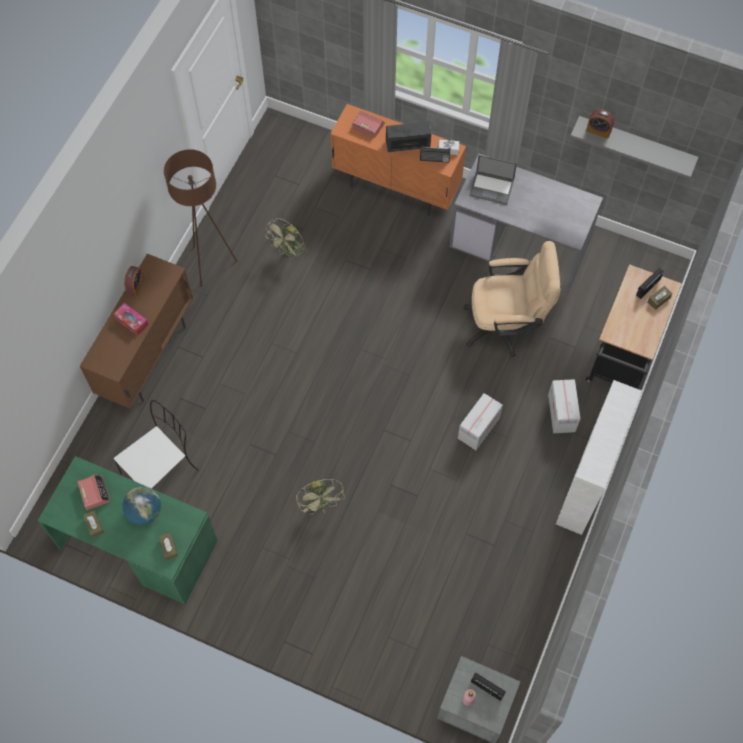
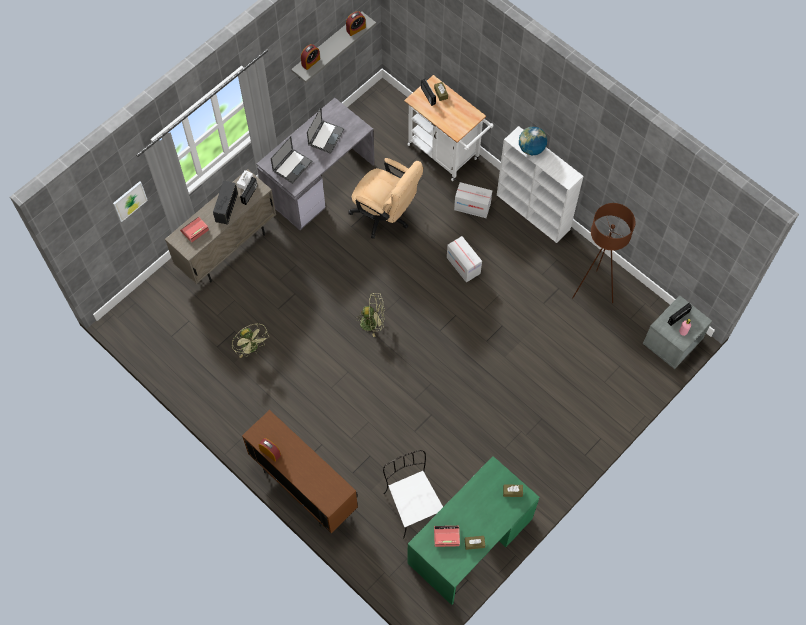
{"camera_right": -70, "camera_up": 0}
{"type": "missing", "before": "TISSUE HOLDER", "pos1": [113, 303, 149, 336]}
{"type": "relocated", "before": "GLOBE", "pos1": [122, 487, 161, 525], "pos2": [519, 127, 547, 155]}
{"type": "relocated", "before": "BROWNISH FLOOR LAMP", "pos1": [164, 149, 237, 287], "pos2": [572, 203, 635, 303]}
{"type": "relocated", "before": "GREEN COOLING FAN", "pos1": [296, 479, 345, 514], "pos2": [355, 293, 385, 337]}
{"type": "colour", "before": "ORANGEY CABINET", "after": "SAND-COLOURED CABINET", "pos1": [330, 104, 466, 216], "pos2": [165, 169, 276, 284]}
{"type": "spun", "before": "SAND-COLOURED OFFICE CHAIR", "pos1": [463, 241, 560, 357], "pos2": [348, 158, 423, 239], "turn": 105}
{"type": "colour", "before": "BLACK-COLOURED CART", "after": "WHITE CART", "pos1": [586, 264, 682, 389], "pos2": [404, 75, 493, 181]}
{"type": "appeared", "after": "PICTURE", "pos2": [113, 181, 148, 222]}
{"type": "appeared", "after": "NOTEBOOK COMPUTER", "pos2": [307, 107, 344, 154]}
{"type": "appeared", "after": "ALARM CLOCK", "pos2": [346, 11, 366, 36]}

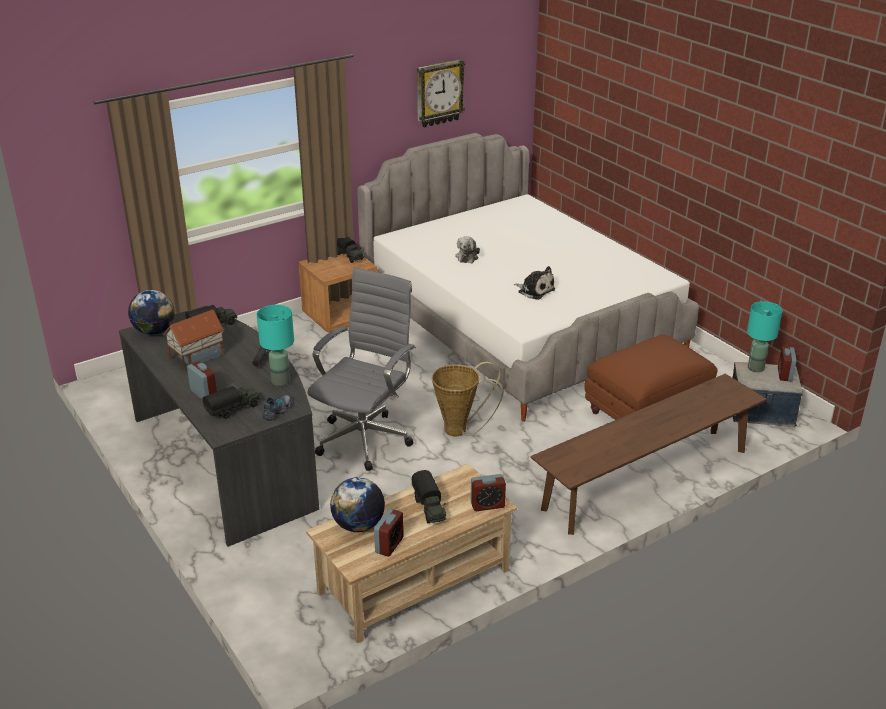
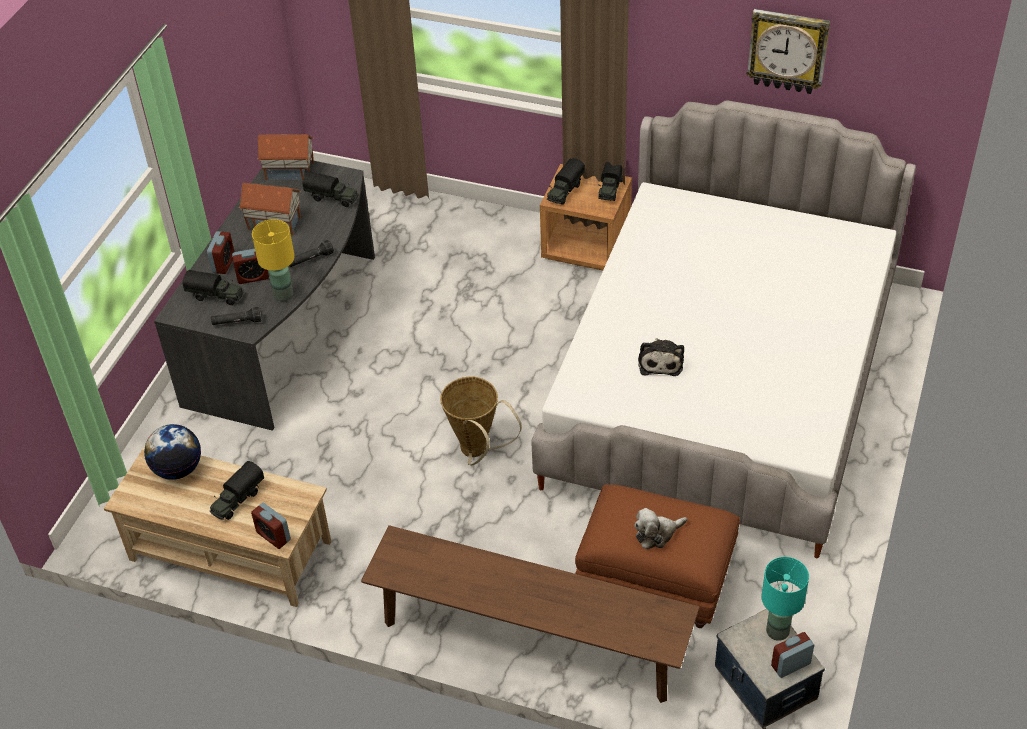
{"camera_right": 55, "camera_up": 15}
{"type": "exchanged", "before": "GLOBE", "after": "TOY HOUSE", "pos1": [128, 290, 175, 335], "pos2": [257, 134, 314, 180]}
{"type": "colour", "before": "TURQUOISE TABLETOP LAMP", "after": "YELLOW TABLETOP LAMP", "pos1": [257, 305, 294, 386], "pos2": [252, 219, 295, 301]}
{"type": "exchanged", "before": "ITEM OF FOOTWEAR", "after": "BLACK-COLOURED HAND TORCH", "pos1": [263, 395, 292, 421], "pos2": [211, 307, 262, 325]}
{"type": "missing", "before": "GRAY OFFICE CHAIR", "pos1": [307, 268, 416, 471]}
{"type": "relocated", "before": "ALARM CLOCK", "pos1": [374, 509, 404, 557], "pos2": [232, 249, 269, 284]}
{"type": "relocated", "before": "PLUSH TOY", "pos1": [455, 236, 480, 263], "pos2": [635, 508, 687, 549]}
{"type": "appeared", "after": "TOY LORRY", "pos2": [547, 158, 585, 205]}

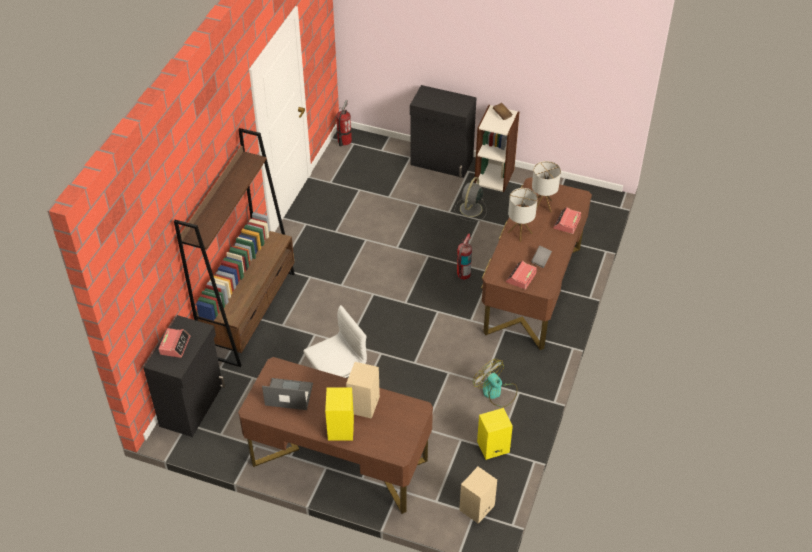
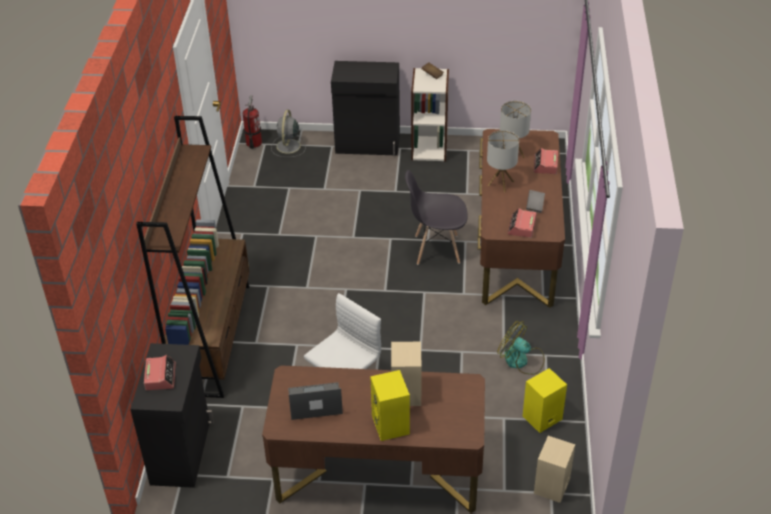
{"camera_right": -15, "camera_up": -5}
{"type": "relocated", "before": "GRAY COOLING FAN", "pos1": [454, 177, 487, 221], "pos2": [271, 110, 306, 157]}
{"type": "exchanged", "before": "EXTINGUISHER", "after": "GRAY CHAIR", "pos1": [457, 233, 472, 279], "pos2": [405, 170, 468, 265]}

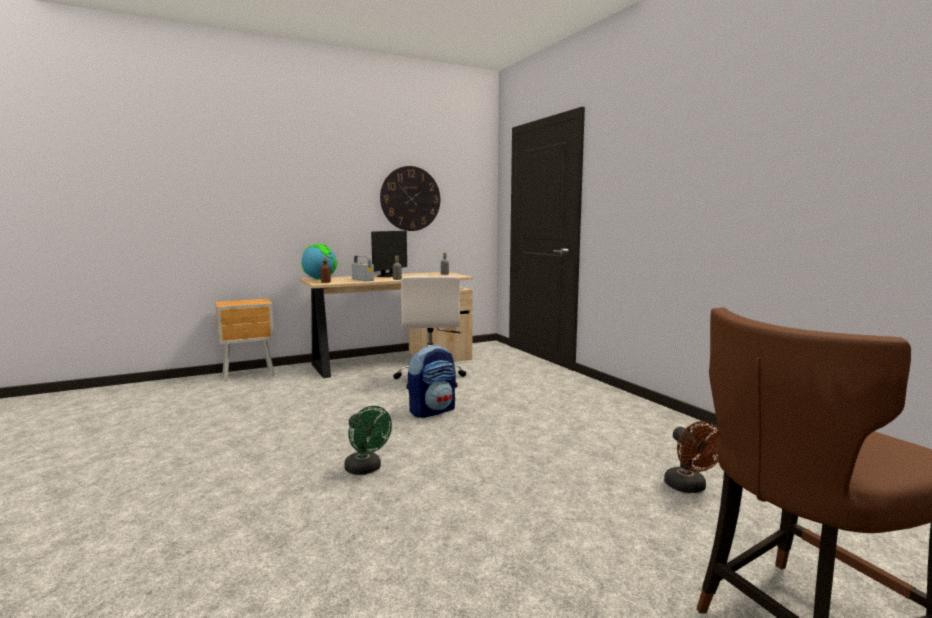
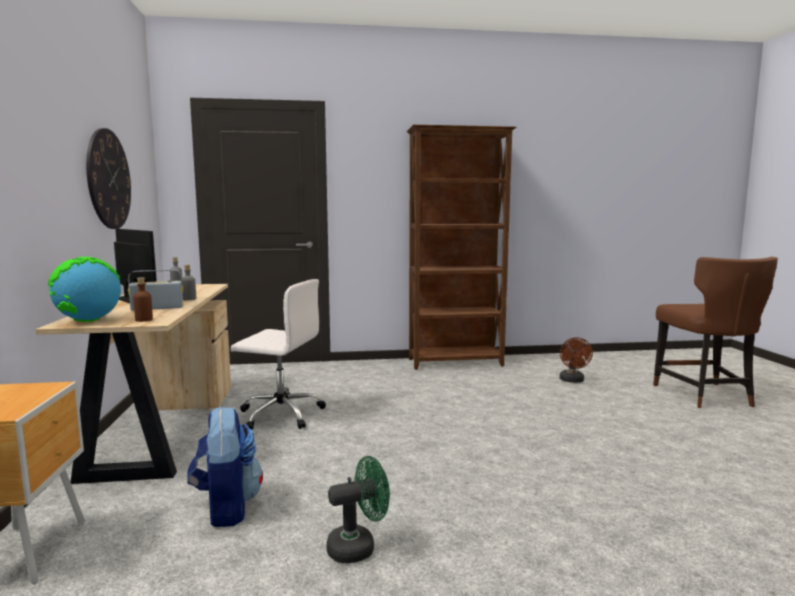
{"camera_right": -70, "camera_up": 0}
{"type": "relocated", "before": "GREEN COOLING FAN", "pos1": [344, 406, 392, 475], "pos2": [326, 456, 390, 563]}
{"type": "relocated", "before": "BACKPACK", "pos1": [408, 345, 456, 418], "pos2": [187, 406, 263, 527]}
{"type": "spun", "before": "BROWNISH COOLING FAN", "pos1": [664, 421, 719, 493], "pos2": [559, 337, 593, 383], "turn": 90}
{"type": "appeared", "after": "BROWNISH BOOKCASE", "pos2": [407, 125, 517, 370]}

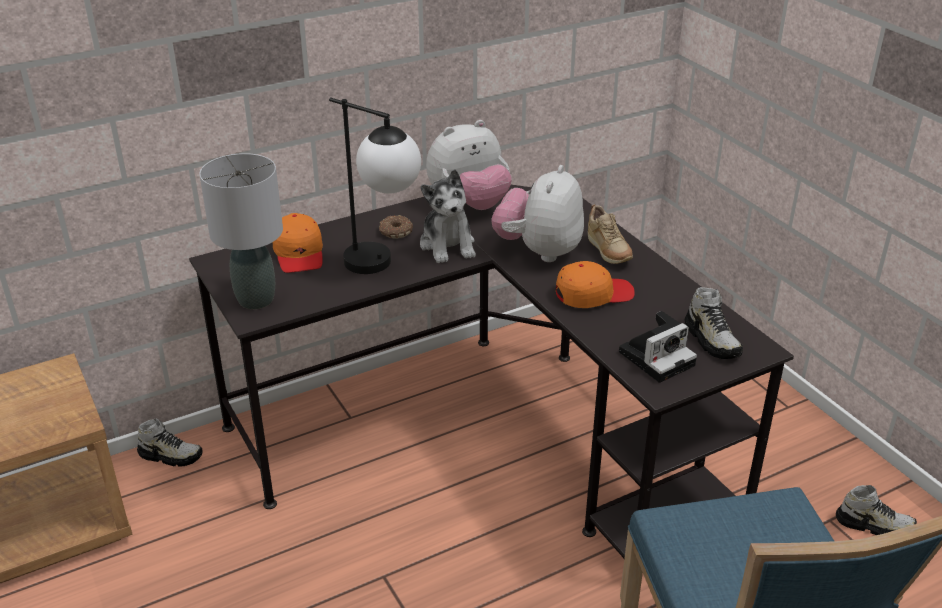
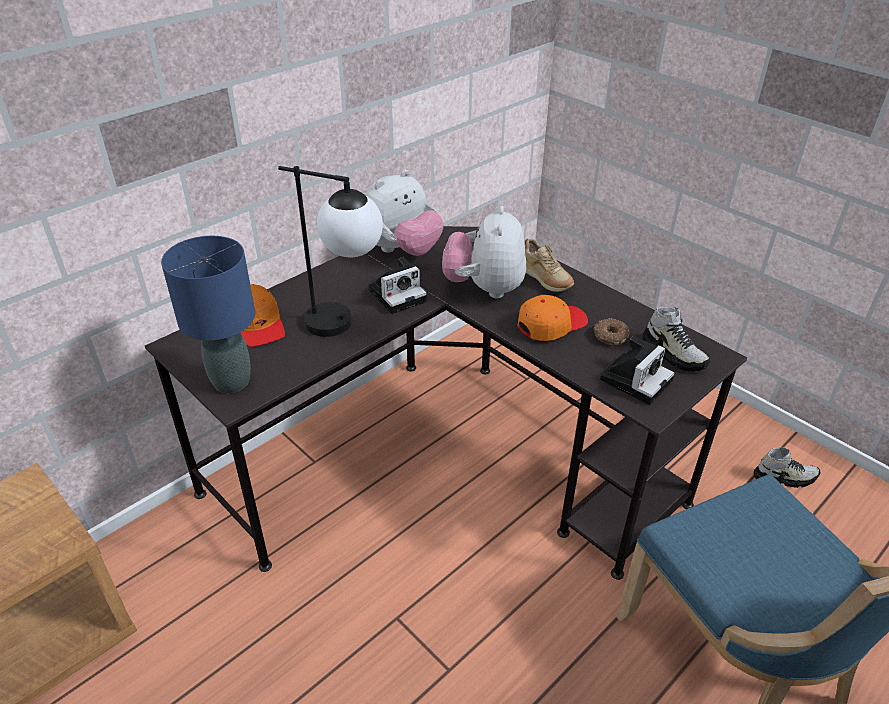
{"camera_right": -15, "camera_up": 5}
{"type": "missing", "before": "ITEM OF FOOTWEAR", "pos1": [137, 418, 203, 467]}
{"type": "colour", "before": "GRAY TABLETOP LAMP", "after": "BLUISH TABLETOP LAMP", "pos1": [199, 153, 283, 309], "pos2": [161, 236, 255, 393]}
{"type": "relocated", "before": "RING DOUGHNUT", "pos1": [379, 215, 413, 239], "pos2": [593, 318, 630, 345]}
{"type": "exchanged", "before": "PLUSH TOY", "after": "STILL CAMERA", "pos1": [420, 169, 476, 263], "pos2": [368, 257, 427, 314]}

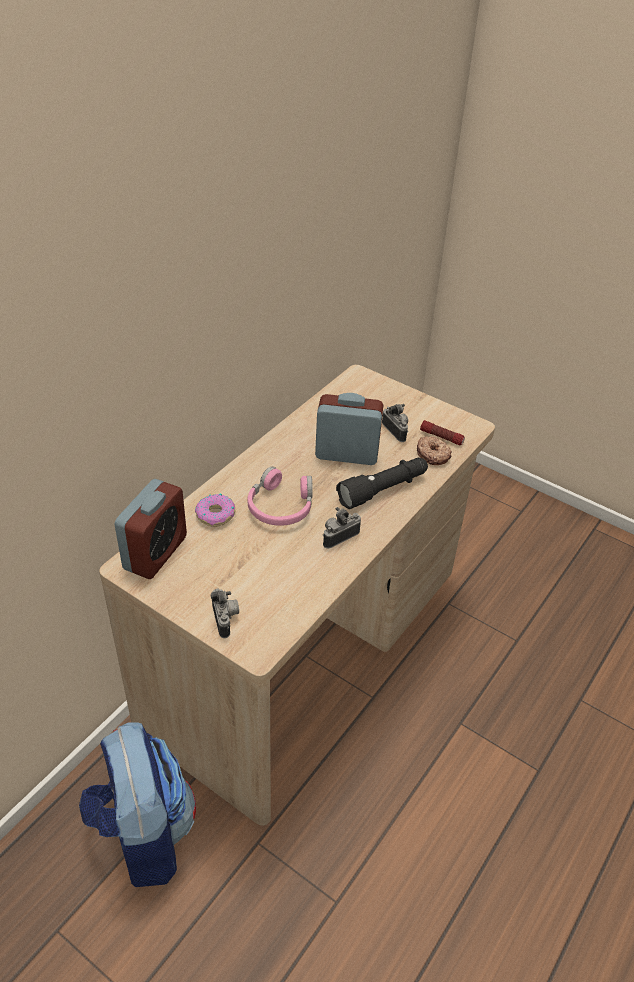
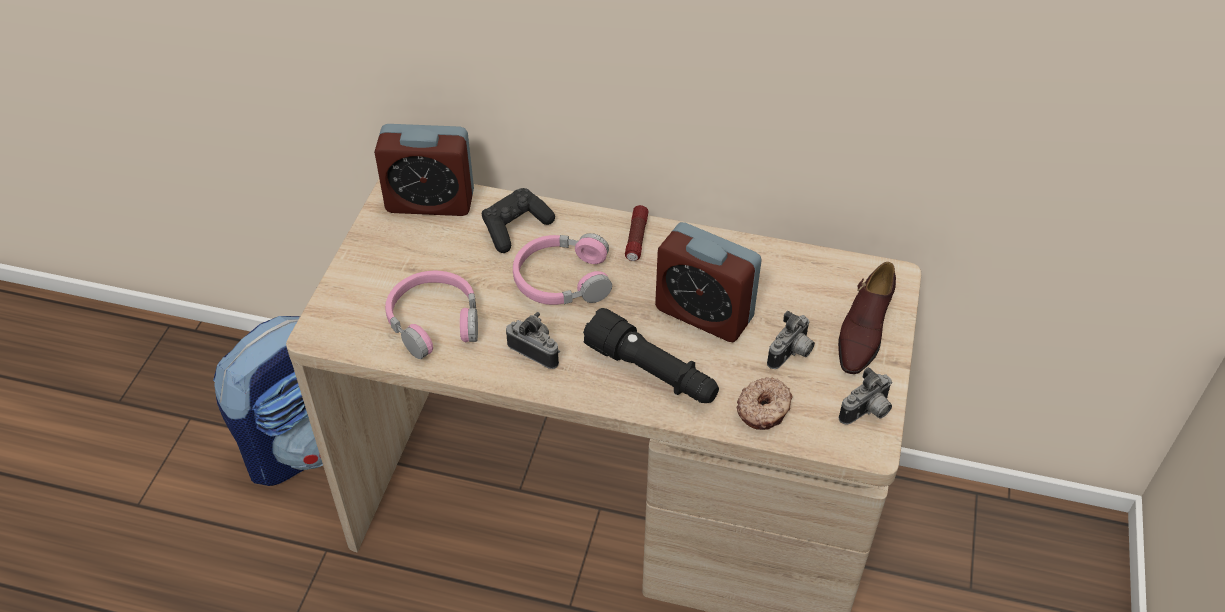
{"camera_right": 70, "camera_up": 5}
{"type": "exchanged", "before": "RING DOUGHNUT", "after": "BLACK-COLOURED JOYPAD", "pos1": [195, 494, 235, 527], "pos2": [482, 188, 555, 253]}
{"type": "relocated", "before": "STILL CAMERA", "pos1": [210, 588, 239, 638], "pos2": [839, 367, 892, 425]}
{"type": "spun", "before": "ALARM CLOCK", "pos1": [315, 393, 383, 465], "pos2": [655, 222, 762, 342], "turn": 135}
{"type": "relocated", "before": "HAND TORCH", "pos1": [420, 420, 465, 445], "pos2": [625, 205, 649, 261]}
{"type": "appeared", "after": "PINKISH PAIR OF HEADPHONES", "pos2": [385, 271, 478, 359]}
{"type": "appeared", "after": "BROWNISH ITEM OF FOOTWEAR", "pos2": [838, 262, 896, 374]}

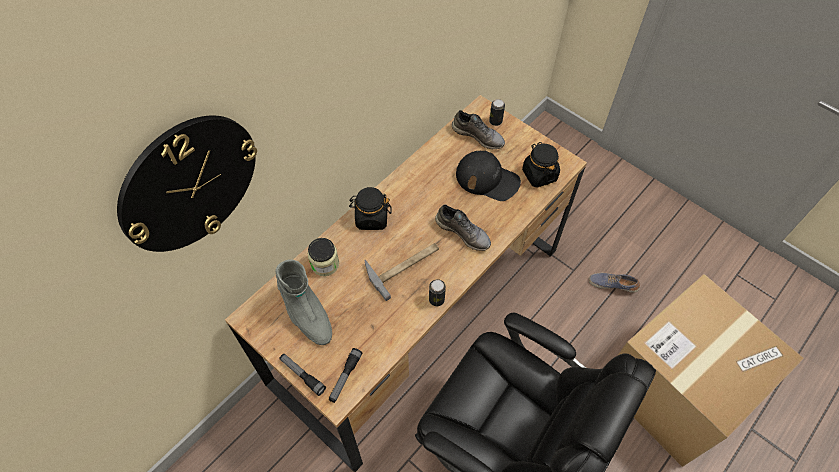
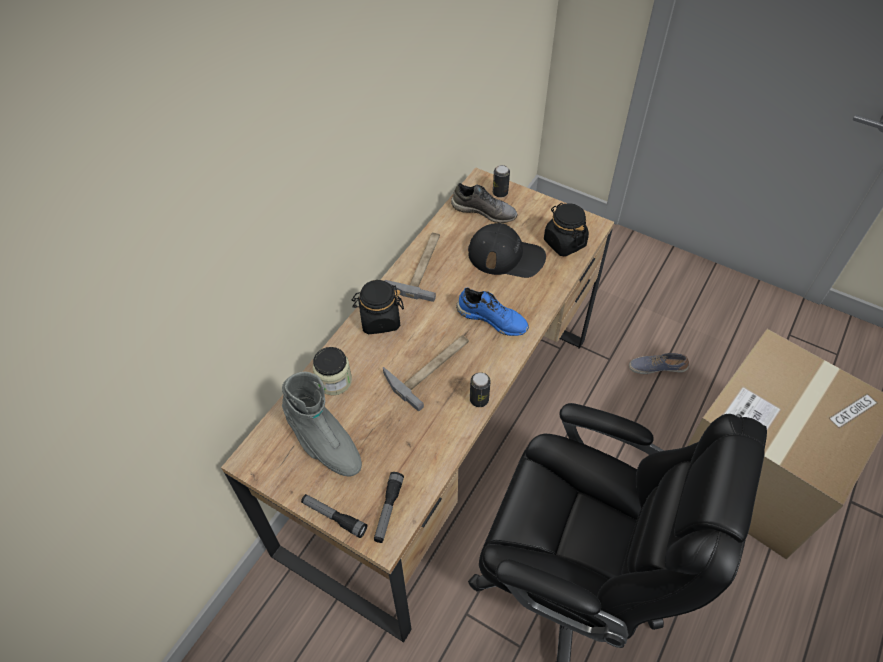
{"camera_right": -10, "camera_up": -5}
{"type": "missing", "before": "CLOCK ON THE WALL", "pos1": [117, 115, 257, 252]}
{"type": "colour", "before": "GRAY ITEM OF FOOTWEAR", "after": "BLUISH ITEM OF FOOTWEAR", "pos1": [435, 205, 491, 251], "pos2": [456, 287, 529, 336]}
{"type": "appeared", "after": "HAND HAMMER", "pos2": [385, 232, 440, 302]}

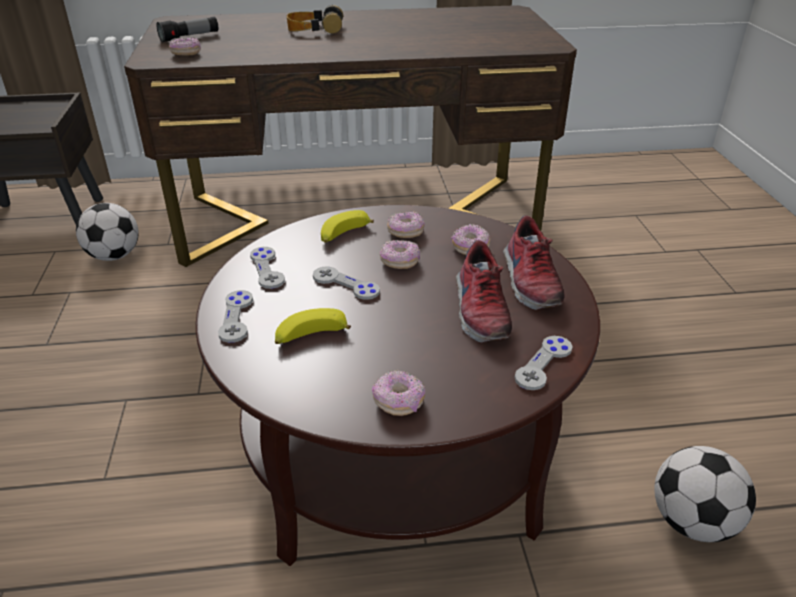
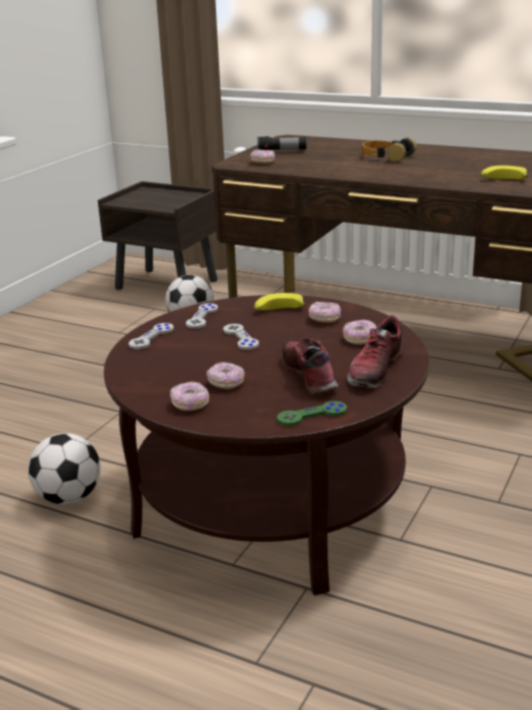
{"camera_right": 35, "camera_up": -10}
{"type": "relocated", "before": "WHOLE BANANA", "pos1": [275, 308, 351, 344], "pos2": [480, 166, 528, 179]}
{"type": "relocated", "before": "RING DOUGHNUT", "pos1": [380, 240, 420, 269], "pos2": [206, 362, 245, 389]}
{"type": "spun", "before": "ITEM OF FOOTWEAR", "pos1": [456, 240, 512, 343], "pos2": [282, 337, 338, 394], "turn": 135}
{"type": "colour", "before": "GRAY JOYPAD", "after": "GREEN JOYPAD", "pos1": [514, 336, 573, 390], "pos2": [277, 401, 347, 426]}
{"type": "relocated", "before": "BALL FOR FOOTBALL", "pos1": [654, 446, 756, 542], "pos2": [28, 433, 101, 504]}

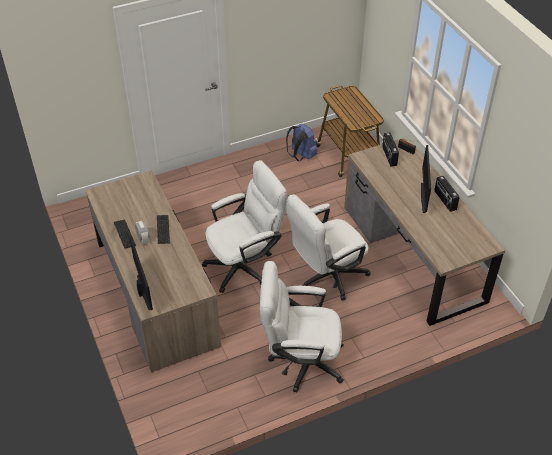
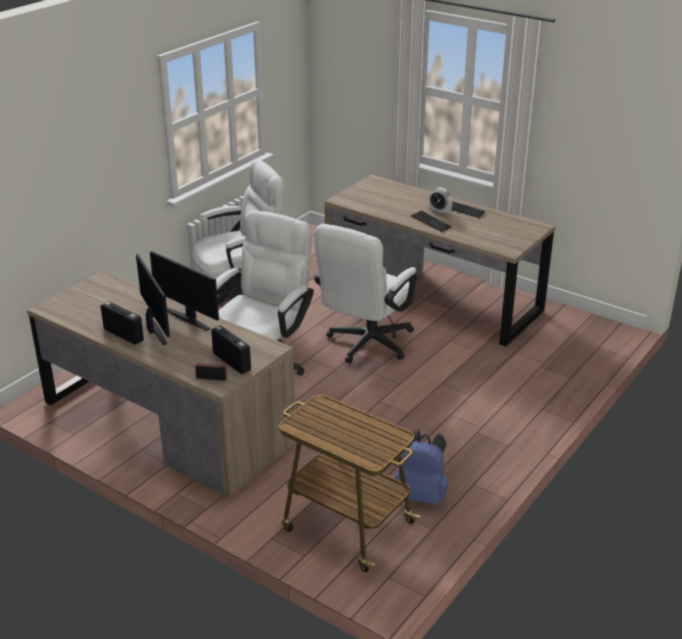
{"camera_right": 150, "camera_up": -15}
{"type": "relocated", "before": "COMPUTER DISPLAY", "pos1": [129, 236, 153, 310], "pos2": [150, 251, 219, 331]}

